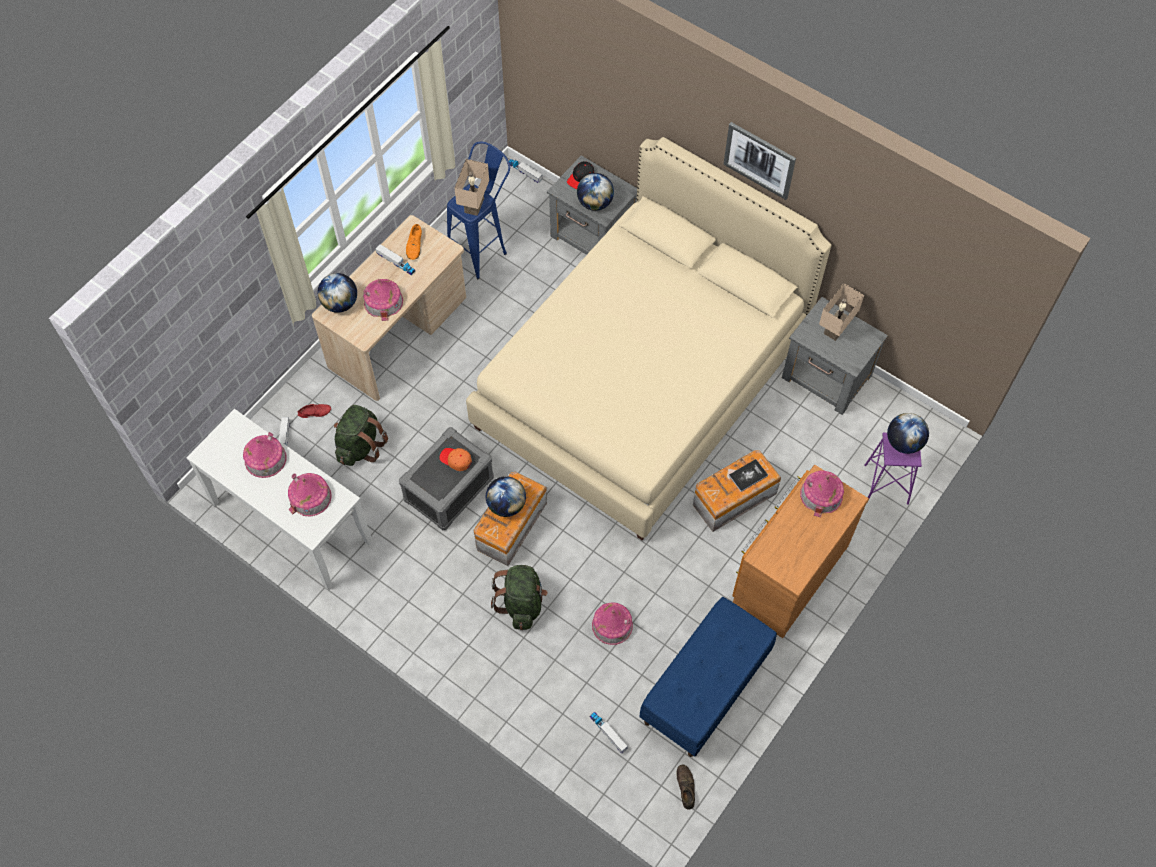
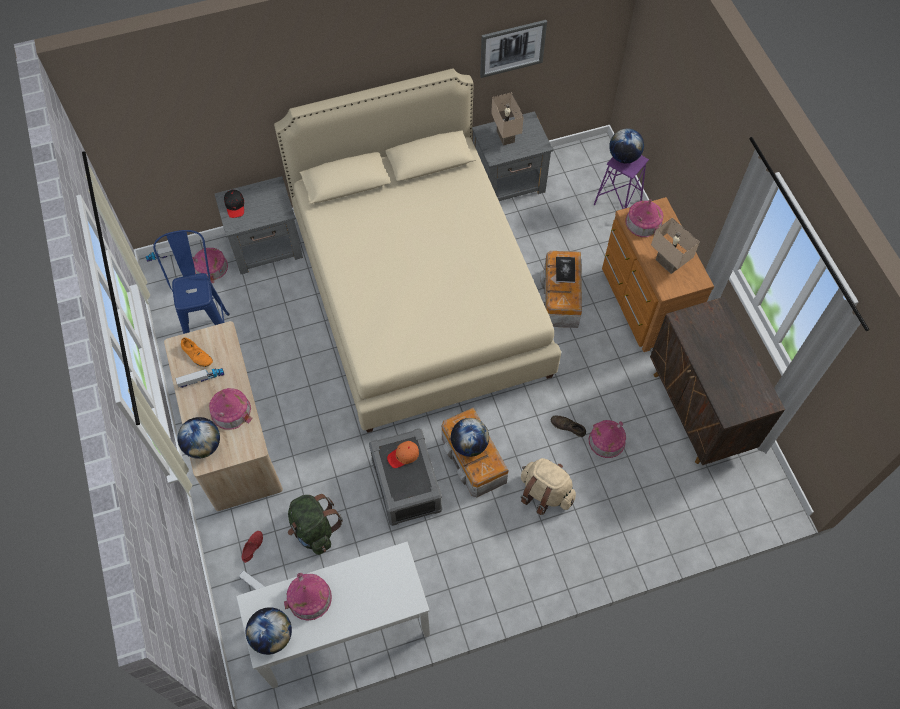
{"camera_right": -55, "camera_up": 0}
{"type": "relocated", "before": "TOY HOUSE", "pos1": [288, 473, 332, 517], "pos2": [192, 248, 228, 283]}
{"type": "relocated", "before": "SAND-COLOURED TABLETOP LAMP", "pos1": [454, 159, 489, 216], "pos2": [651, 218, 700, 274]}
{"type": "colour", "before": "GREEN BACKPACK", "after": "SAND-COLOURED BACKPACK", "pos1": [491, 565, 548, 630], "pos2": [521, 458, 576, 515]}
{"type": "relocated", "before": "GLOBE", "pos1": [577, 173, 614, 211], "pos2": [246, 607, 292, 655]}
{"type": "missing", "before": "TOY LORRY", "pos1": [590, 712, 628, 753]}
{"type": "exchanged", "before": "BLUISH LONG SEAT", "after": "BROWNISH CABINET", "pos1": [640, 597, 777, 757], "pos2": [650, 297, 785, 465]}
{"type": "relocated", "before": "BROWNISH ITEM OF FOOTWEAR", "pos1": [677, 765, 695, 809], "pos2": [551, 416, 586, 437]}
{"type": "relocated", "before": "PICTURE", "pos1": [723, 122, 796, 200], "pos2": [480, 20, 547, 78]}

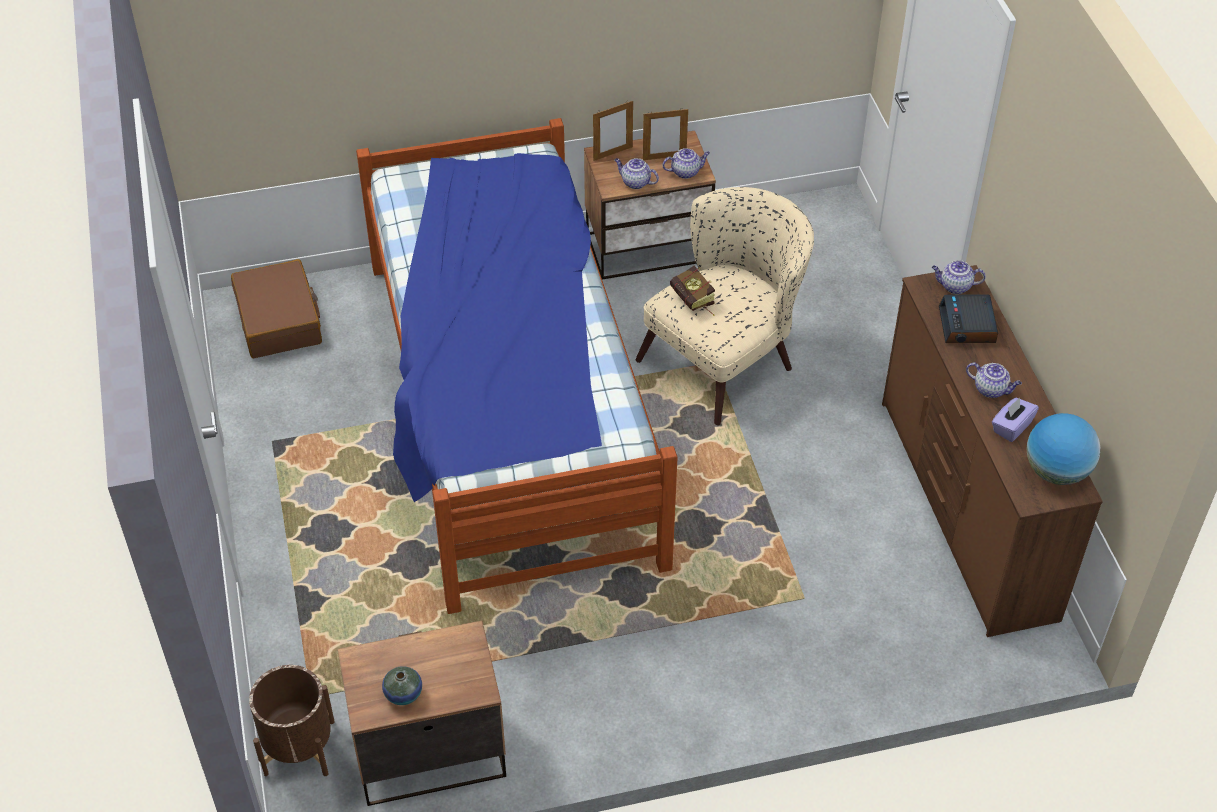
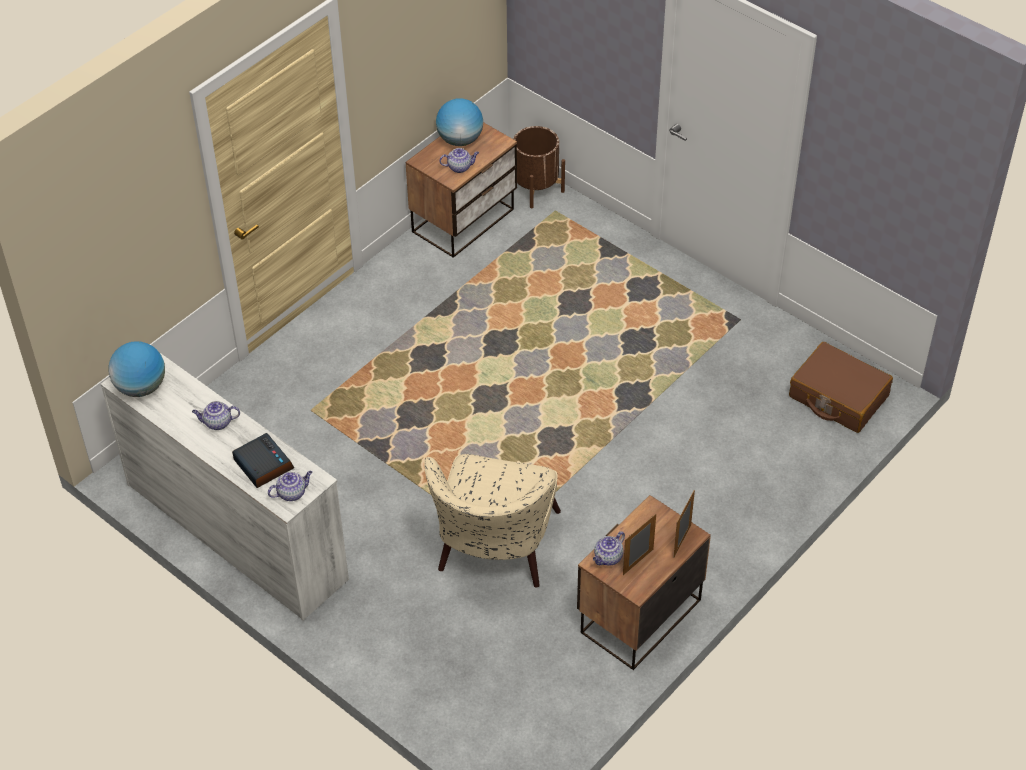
{"camera_right": 145, "camera_up": 0}
{"type": "missing", "before": "BEDROOM BED", "pos1": [356, 118, 678, 614]}
{"type": "exchanged", "before": "FLOWER VASE", "after": "GLOBE", "pos1": [382, 666, 422, 705], "pos2": [436, 98, 483, 146]}
{"type": "relocated", "before": "TEAPOT", "pos1": [614, 158, 659, 189], "pos2": [439, 148, 479, 173]}
{"type": "missing", "before": "VOLUME", "pos1": [670, 266, 715, 316]}
{"type": "colour", "before": "BROWNISH DRESSER", "after": "WHITE DRESSER", "pos1": [882, 265, 1103, 637], "pos2": [101, 352, 349, 621]}
{"type": "missing", "before": "PURPLE TISSUE HOLDER", "pos1": [992, 398, 1039, 442]}

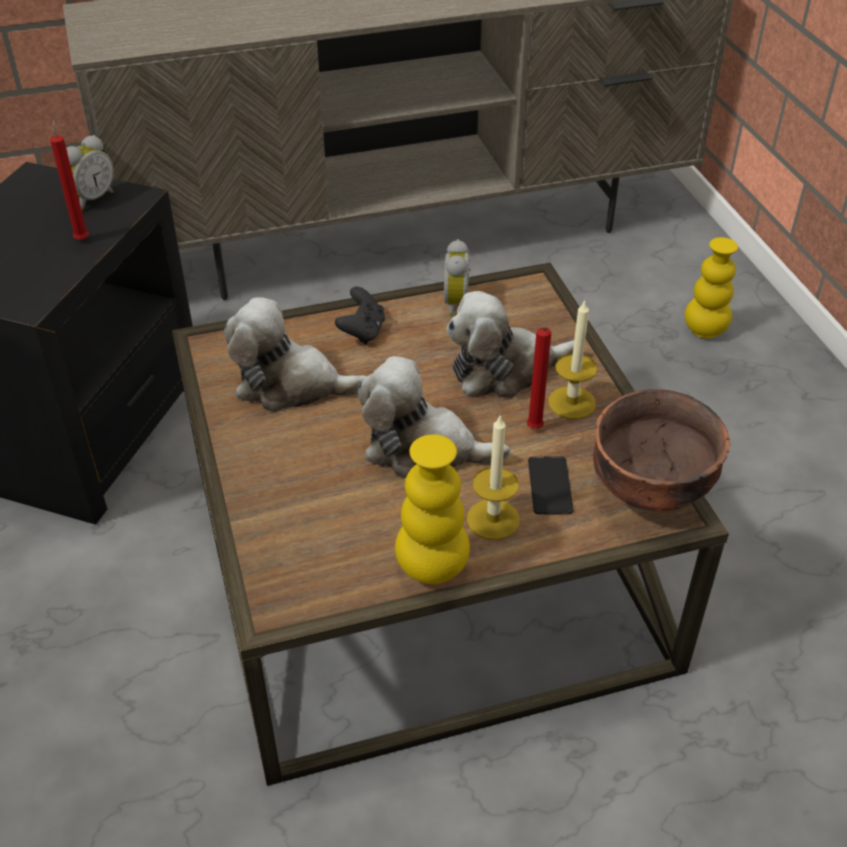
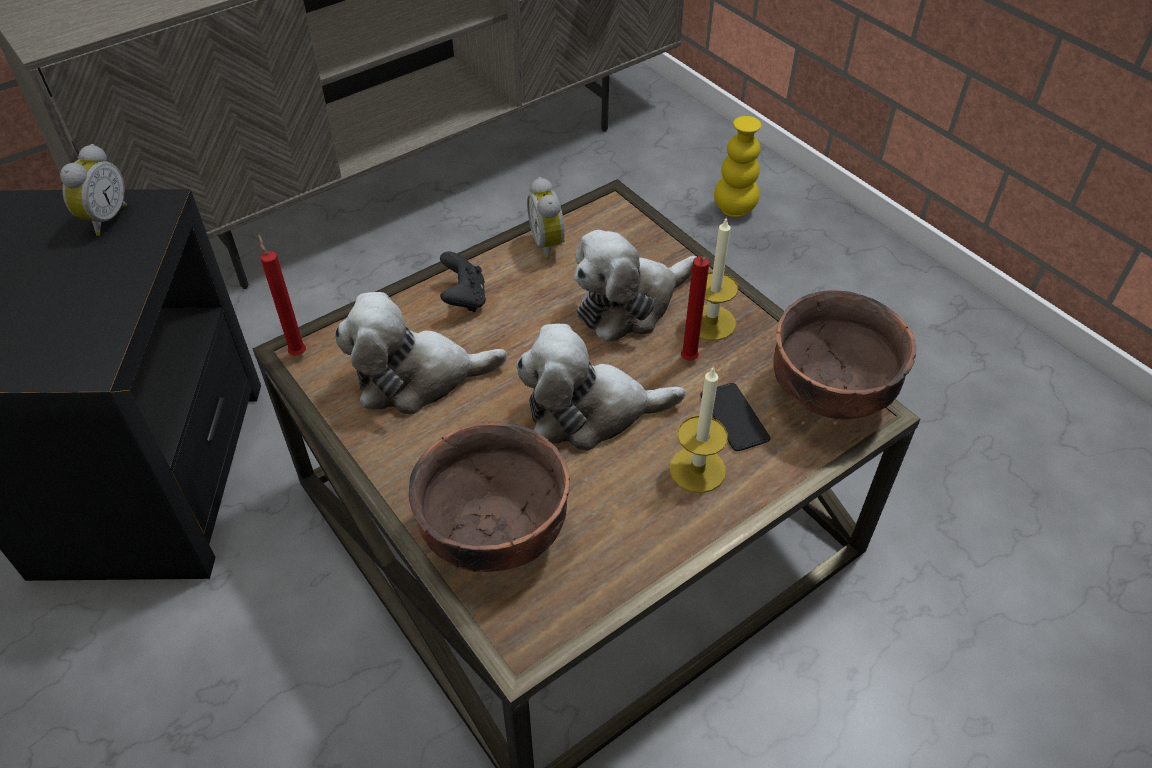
{"camera_right": -20, "camera_up": 5}
{"type": "relocated", "before": "REDDISH WAX CANDLE", "pos1": [50, 119, 89, 241], "pos2": [258, 235, 306, 356]}
{"type": "missing", "before": "YELLOW FLOWER VASE", "pos1": [395, 434, 470, 584]}
{"type": "appeared", "after": "BROWNISH SERVING BOWL", "pos2": [409, 422, 570, 572]}

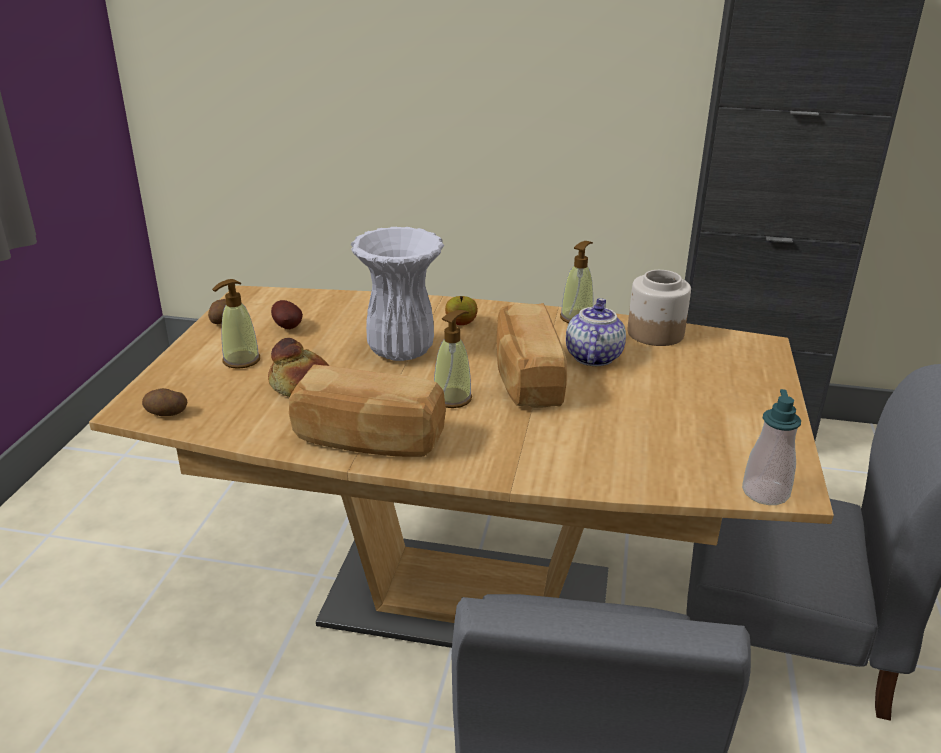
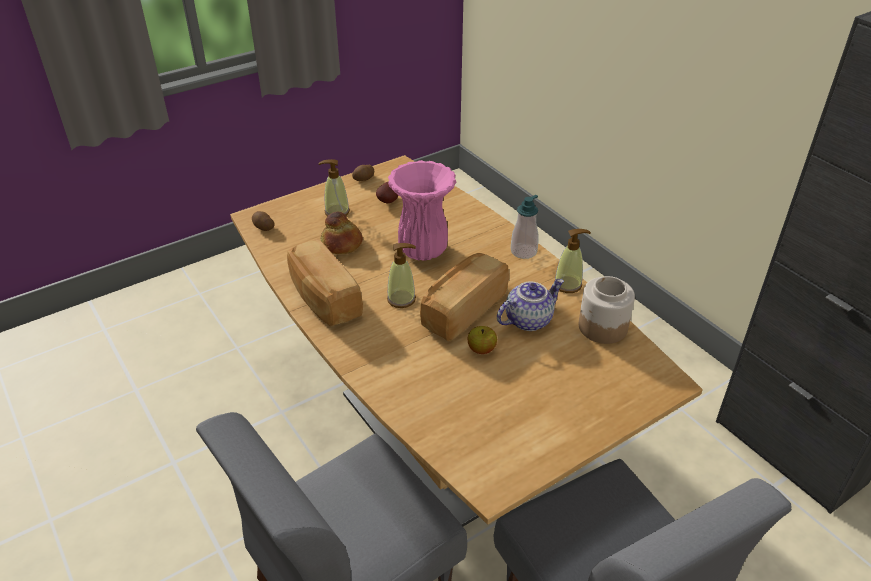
{"camera_right": 45, "camera_up": 10}
{"type": "colour", "before": "WHITE FLOWER VASE", "after": "PINKISH FLOWER VASE", "pos1": [351, 227, 444, 361], "pos2": [388, 160, 456, 261]}
{"type": "relocated", "before": "APPLE FRUIT", "pos1": [445, 296, 478, 325], "pos2": [468, 326, 497, 354]}
{"type": "relocated", "before": "LIQUID SOAP BOTTLE", "pos1": [742, 389, 801, 505], "pos2": [511, 195, 539, 259]}

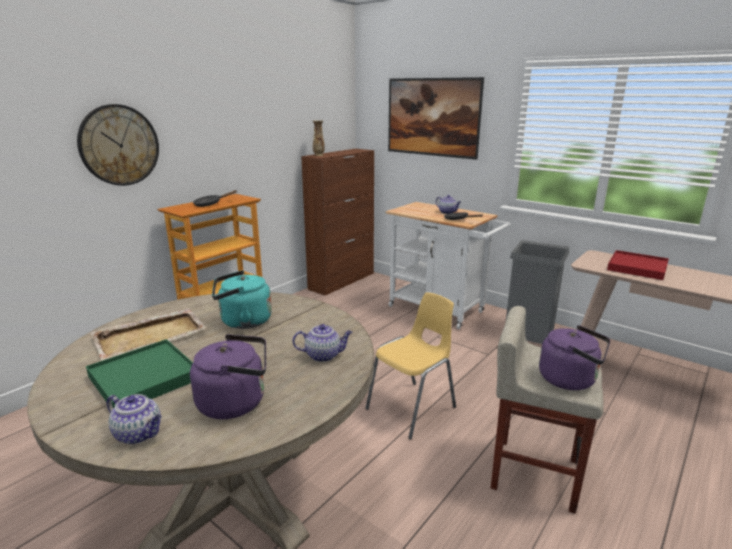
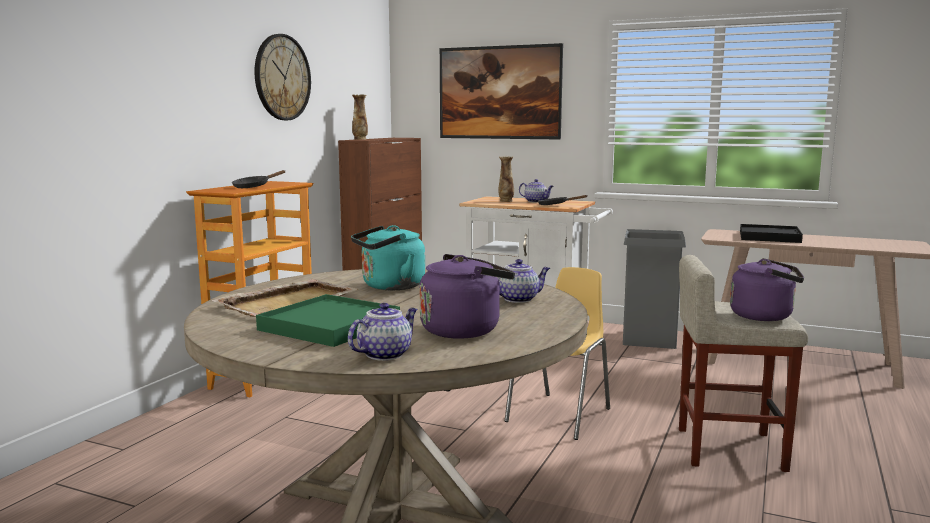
{"camera_right": -15, "camera_up": -10}
{"type": "relocated", "before": "CLOCK ON THE WALL", "pos1": [77, 104, 159, 186], "pos2": [254, 34, 311, 120]}
{"type": "spun", "before": "TEAPOT", "pos1": [107, 394, 162, 444], "pos2": [348, 303, 418, 361], "turn": -60}
{"type": "colour", "before": "REDDISH CARRYING TRAY", "after": "BLACK-COLOURED CARRYING TRAY", "pos1": [607, 250, 669, 280], "pos2": [740, 224, 803, 243]}
{"type": "appeared", "after": "FLOWER VASE", "pos2": [499, 156, 514, 202]}

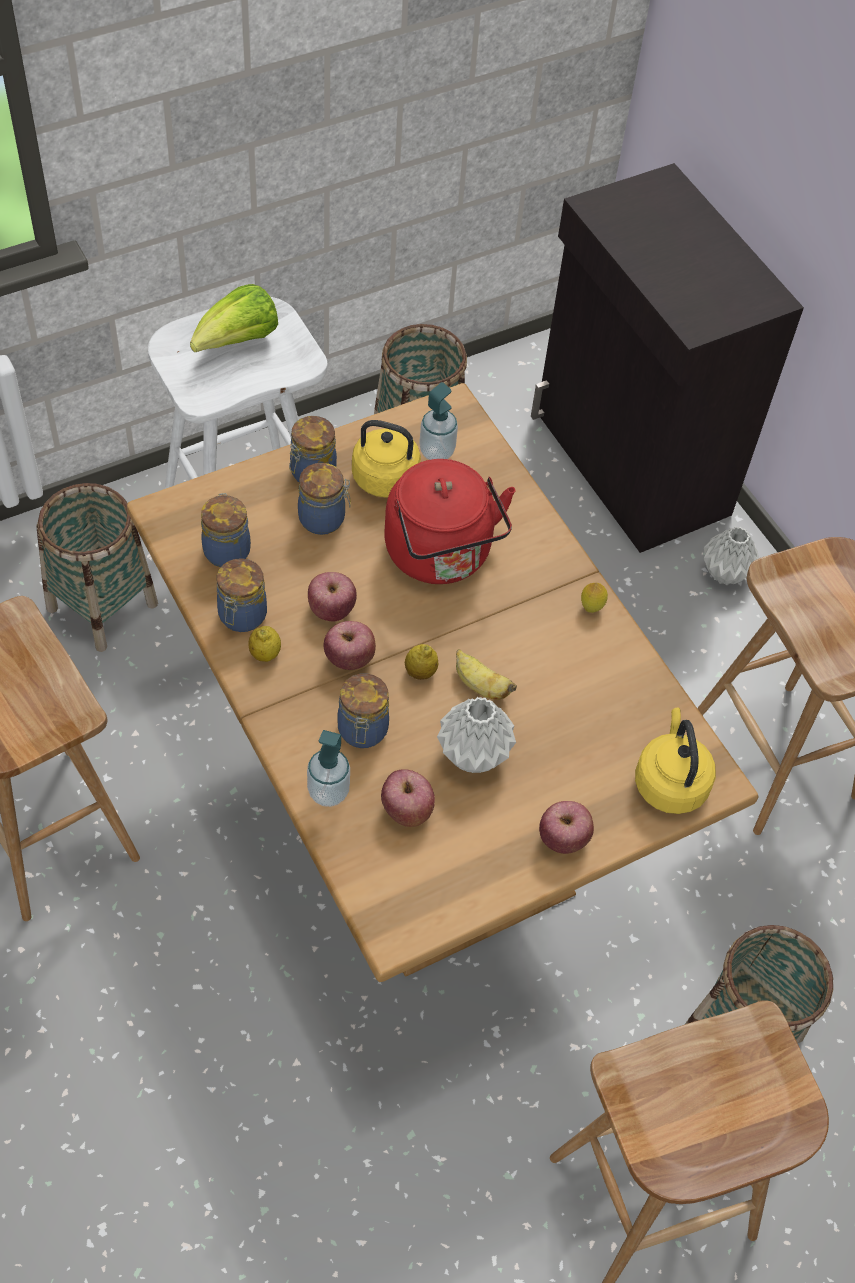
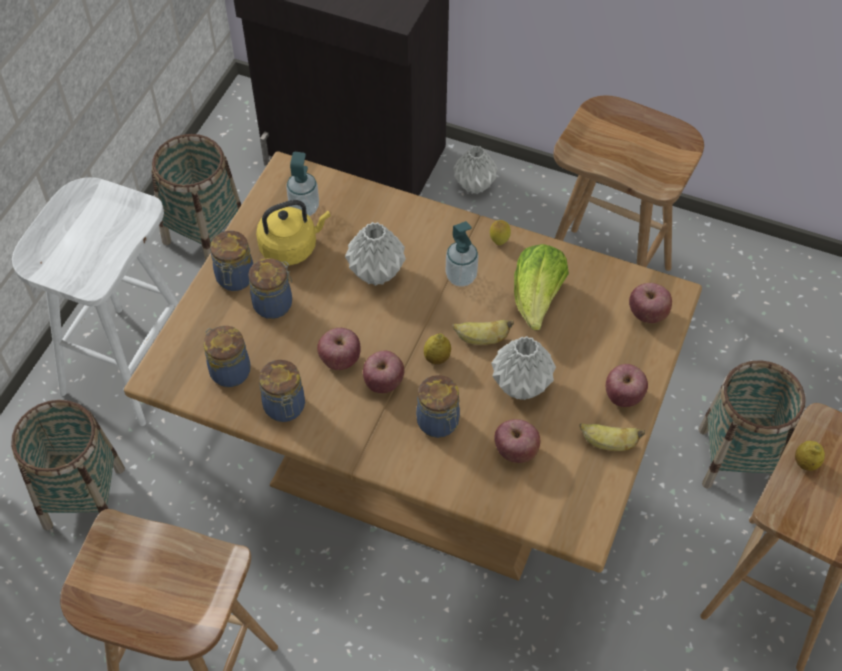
{"camera_right": -35, "camera_up": 0}
{"type": "relocated", "before": "LETTUCE", "pos1": [190, 284, 278, 352], "pos2": [514, 244, 569, 330]}
{"type": "relocated", "before": "CITRUS FRUIT", "pos1": [248, 626, 281, 662], "pos2": [795, 441, 825, 471]}
{"type": "relocated", "before": "LIQUID SOAP BOTTLE", "pos1": [307, 730, 350, 807], "pos2": [446, 221, 479, 287]}
{"type": "exchanged", "before": "REDDISH TEA KETTLE", "after": "GRAY FLOWER VASE", "pos1": [384, 459, 516, 584], "pos2": [345, 222, 406, 286]}
{"type": "exchanged", "before": "YELLOW TEA KETTLE", "after": "APPLE FRUIT", "pos1": [635, 707, 716, 814], "pos2": [629, 283, 672, 323]}
{"type": "appeared", "after": "WHOLE BANANA", "pos2": [580, 423, 645, 451]}

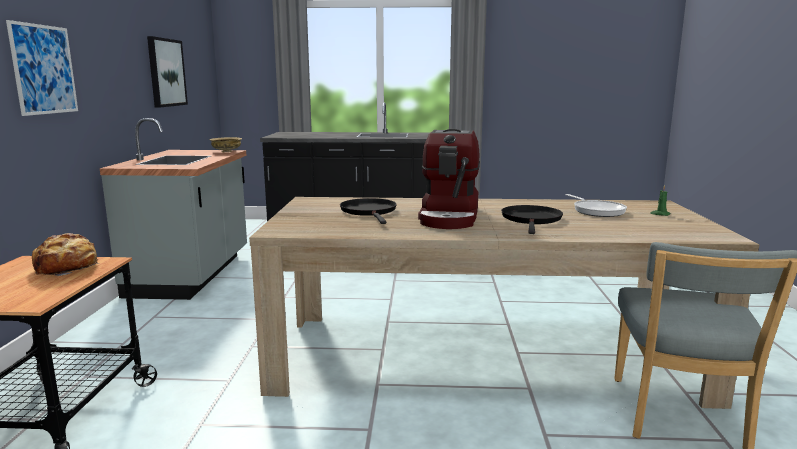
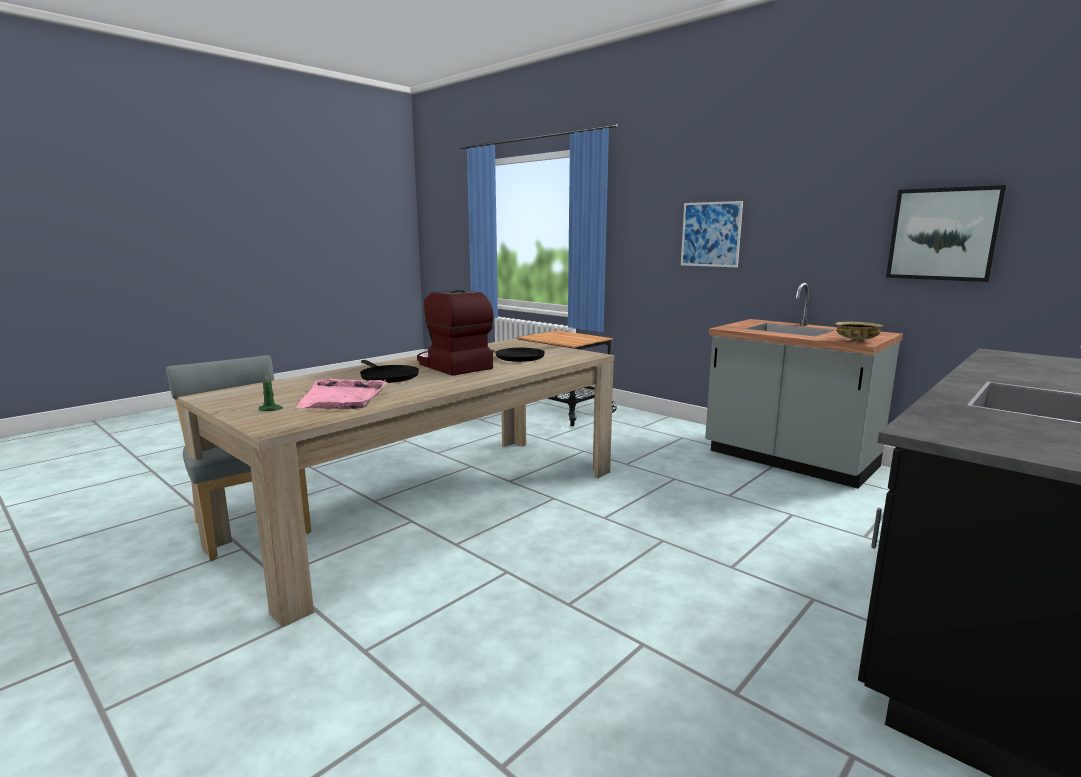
{"camera_right": 130, "camera_up": 0}
{"type": "missing", "before": "BAKED BREAD", "pos1": [32, 233, 99, 276]}
{"type": "exchanged", "before": "FRYING PAN", "after": "PINKISH CARRYING TRAY", "pos1": [566, 194, 627, 217], "pos2": [296, 379, 388, 409]}

